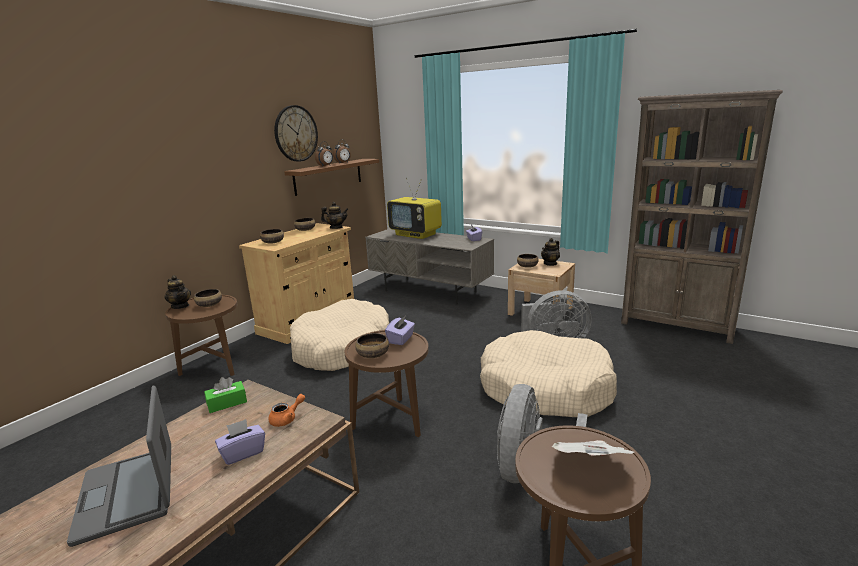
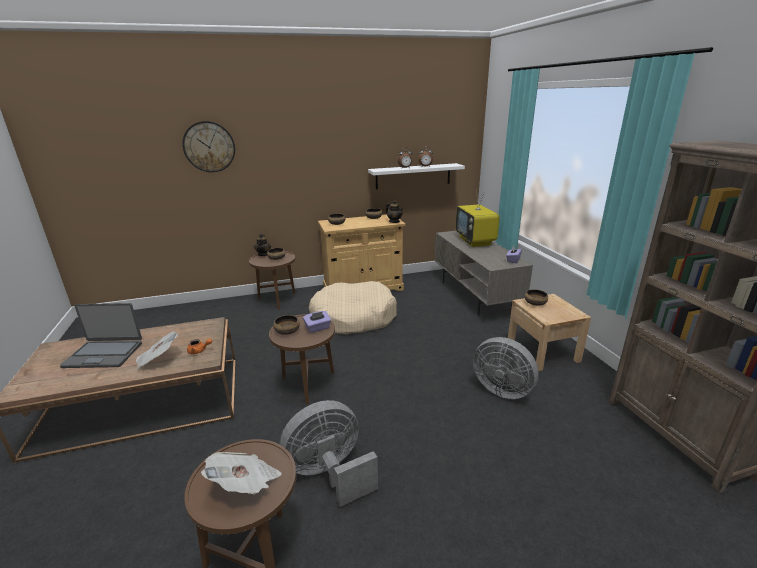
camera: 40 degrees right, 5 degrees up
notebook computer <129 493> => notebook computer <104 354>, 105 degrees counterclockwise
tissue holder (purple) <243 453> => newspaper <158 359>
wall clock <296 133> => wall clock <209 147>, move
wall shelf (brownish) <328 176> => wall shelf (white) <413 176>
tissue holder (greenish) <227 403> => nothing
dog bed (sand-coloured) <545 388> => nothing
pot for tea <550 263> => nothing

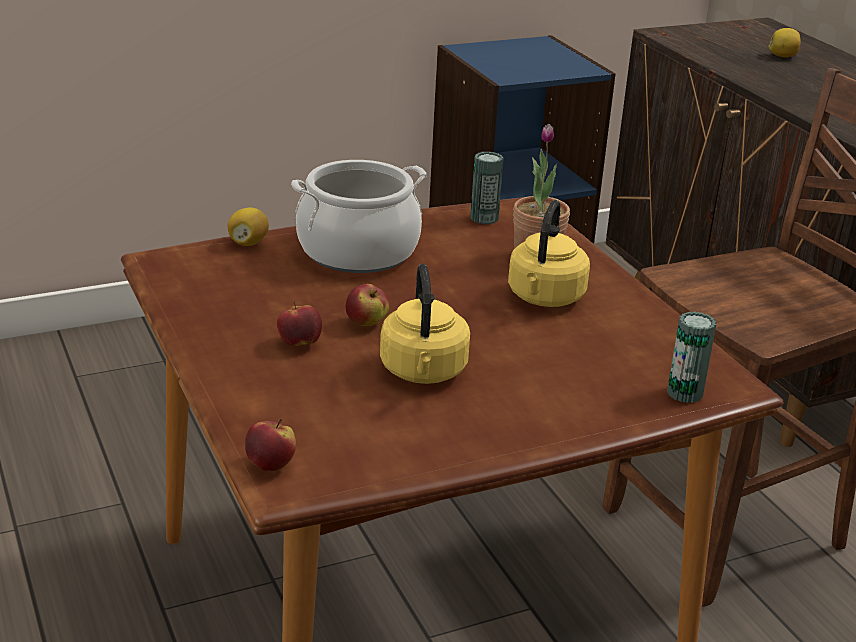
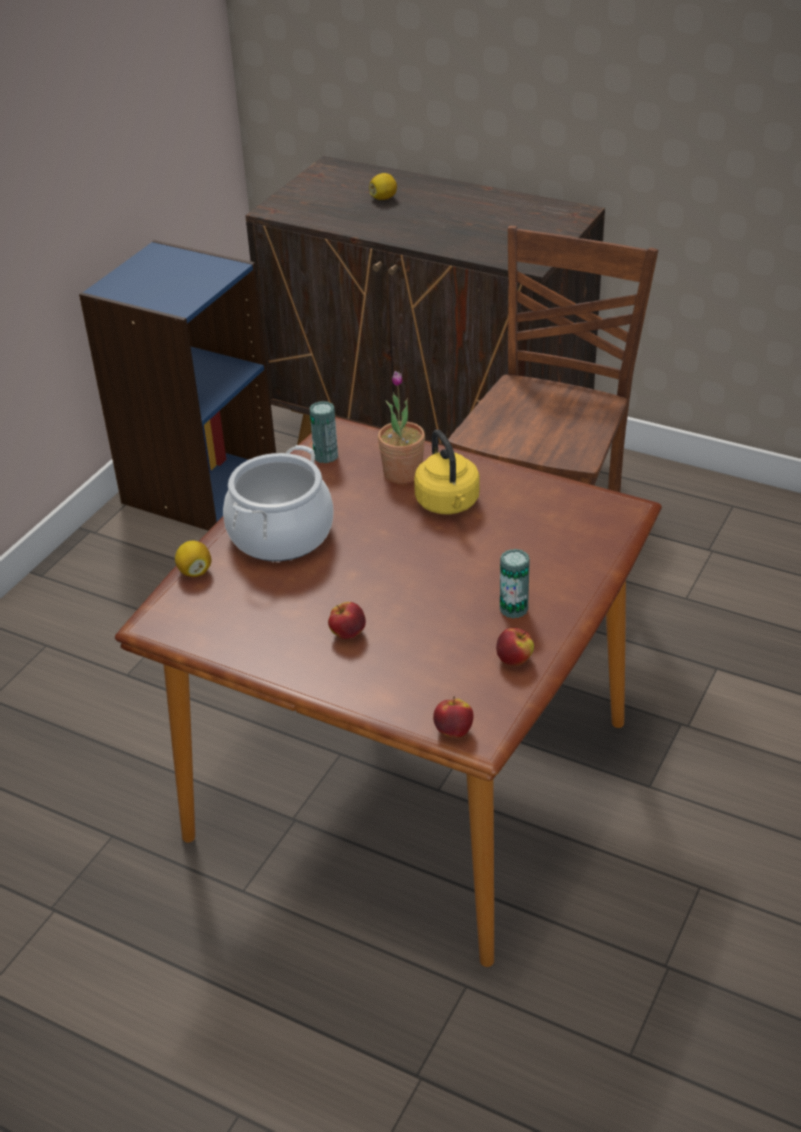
camera: 35 degrees left, 10 degrees up
apple <366 323> => apple <514 660>, move
metal can <684 393> => metal can <513 609>, move
kettle (yellowish) <423 372> => nothing

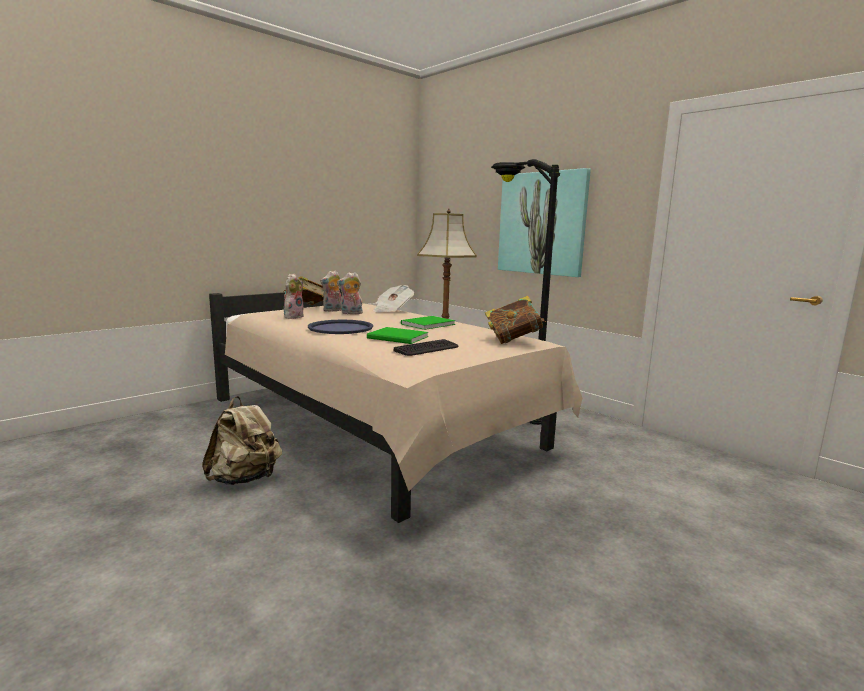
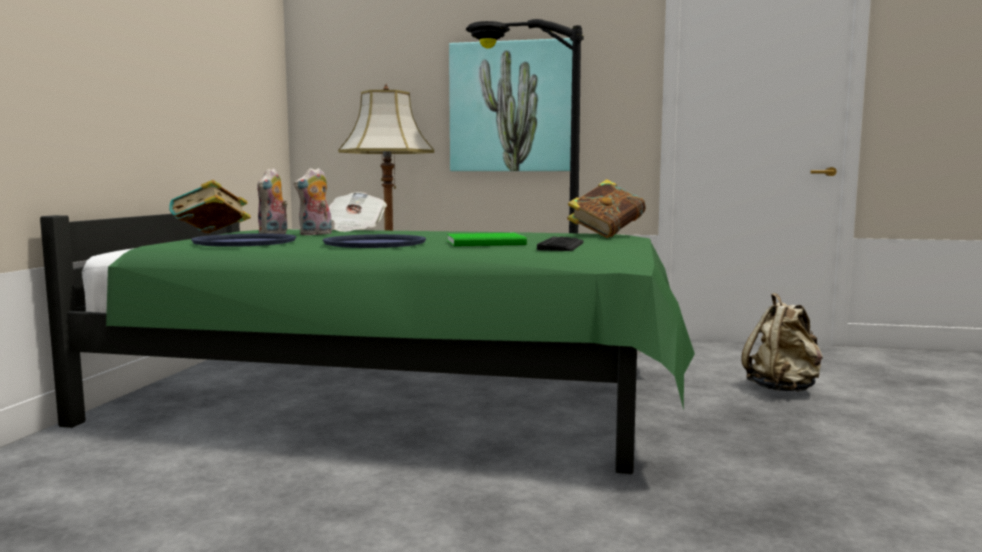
camera: 35 degrees left, 5 degrees down
bedroom bed (sand-coloured) <376 425> => bedroom bed (greenish) <402 397>
cuddly toy <293 317> => carrying tray (bluish) <245 242>
knapsack (sand-coloured) <245 479> => knapsack (sand-coloured) <783 389>, move
bound book (greenish) <426 324> => nothing

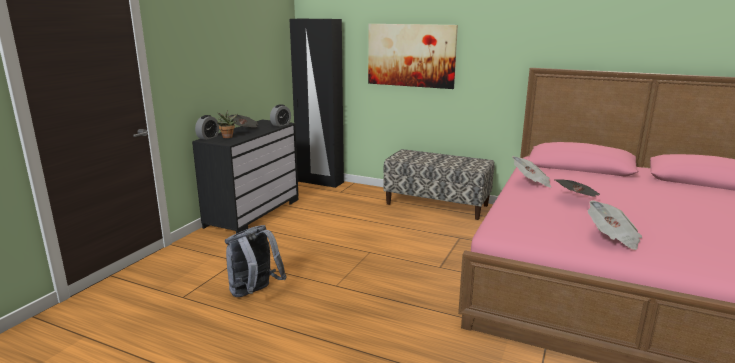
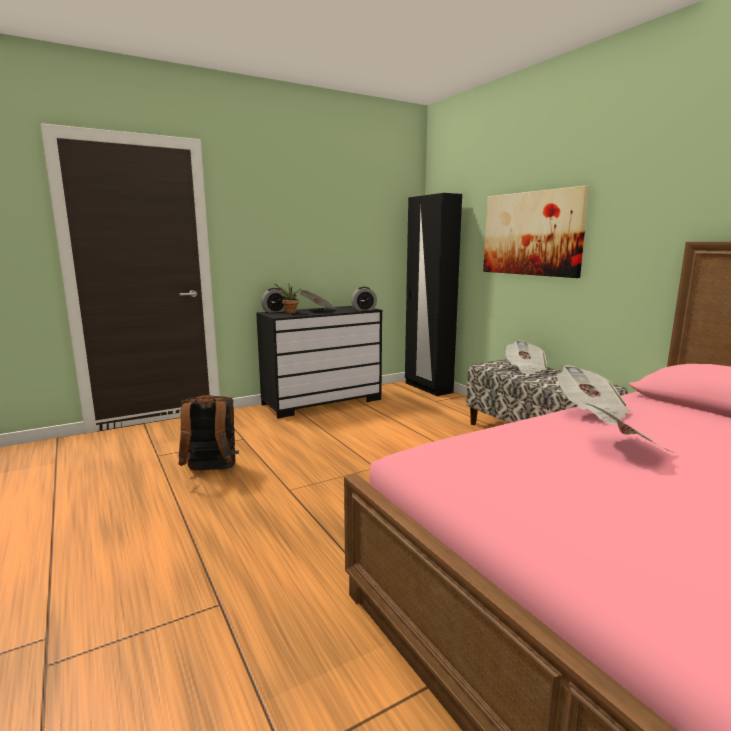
camera: 35 degrees right, 5 degrees down
knapsack (grey) <254 293> => knapsack (brownish) <211 471>
newspaper <613 238> => newspaper <525 368>, move

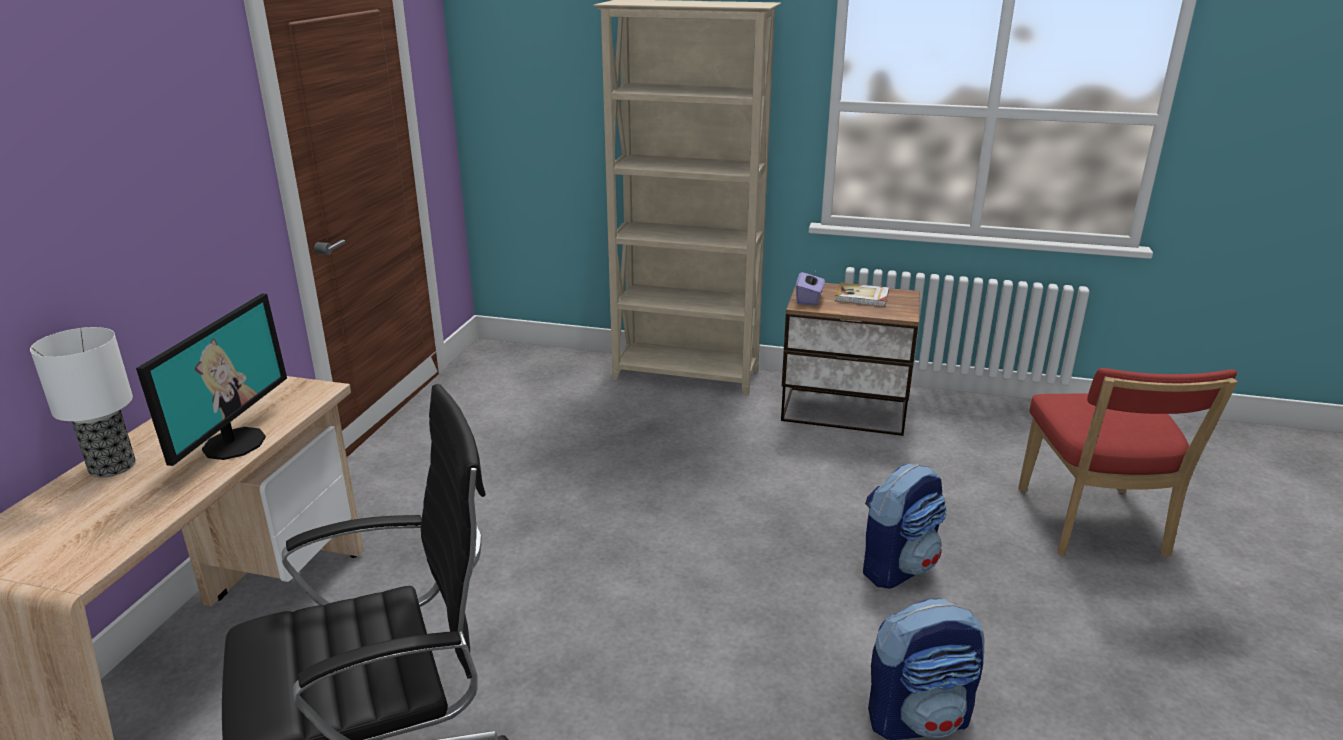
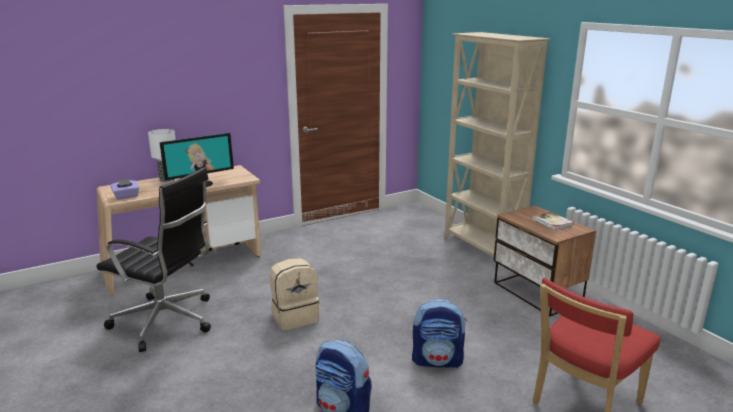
camera: 45 degrees right, 5 degrees down
tissue holder (purple) <809 299> => tissue holder (purple) <126 196>, move
nothing => knapsack (sand-coloured) <295 317>

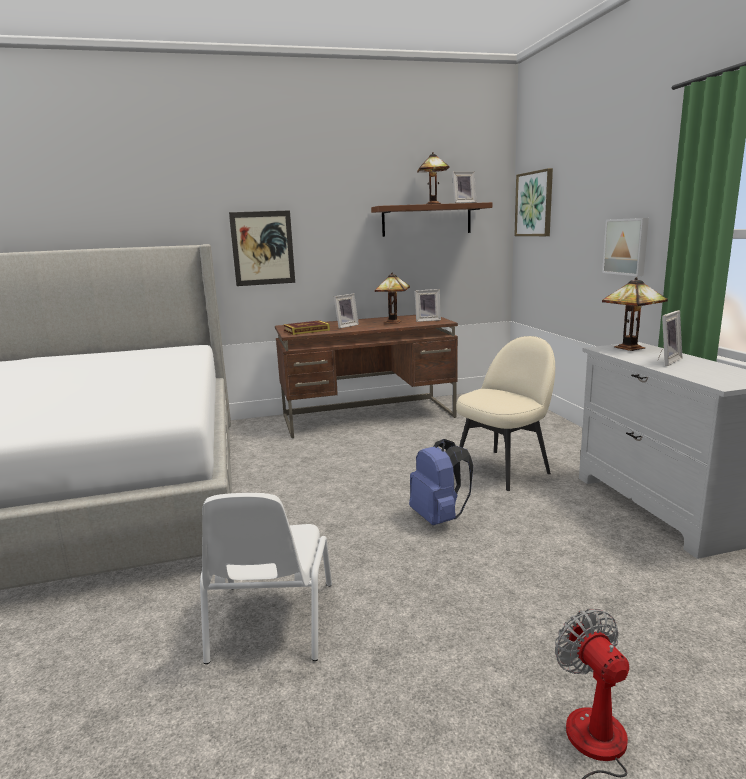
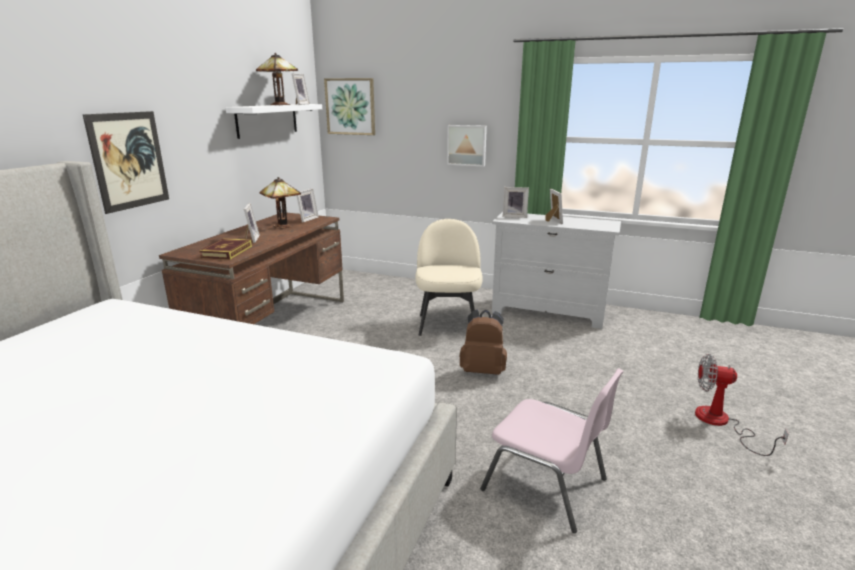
camera: 55 degrees left, 5 degrees up
wall shelf (brownish) <426 220> => wall shelf (white) <267 120>
knapsack (bluish) <439 518> => knapsack (brownish) <483 370>
plain chair (white) <270 622> => plain chair (pinkish) <546 485>
lamp for a table <632 348> => standing frame <514 216>

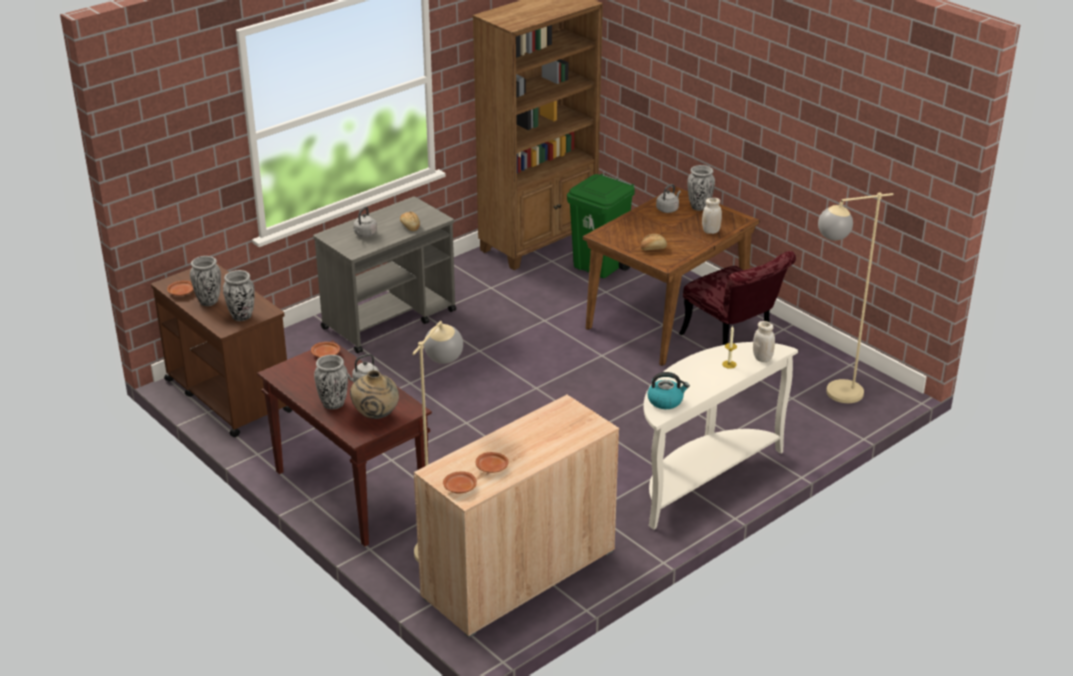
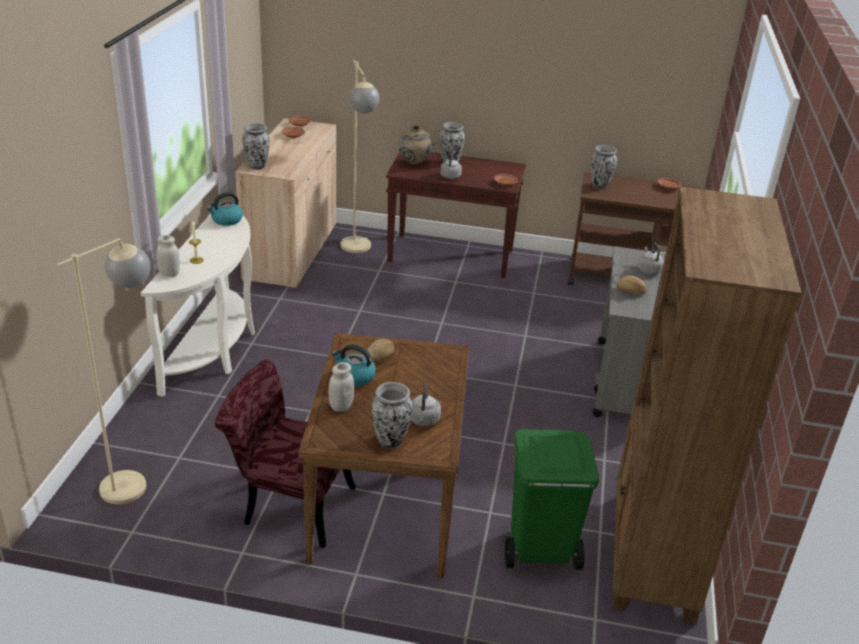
camera: 140 degrees right, 0 degrees up
vase <208 301> => vase <257 166>, move
nothing => kettle <354 377>

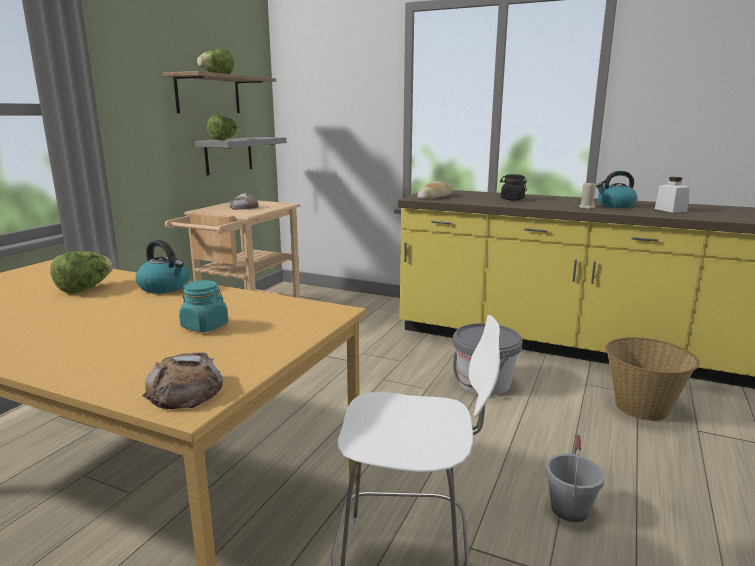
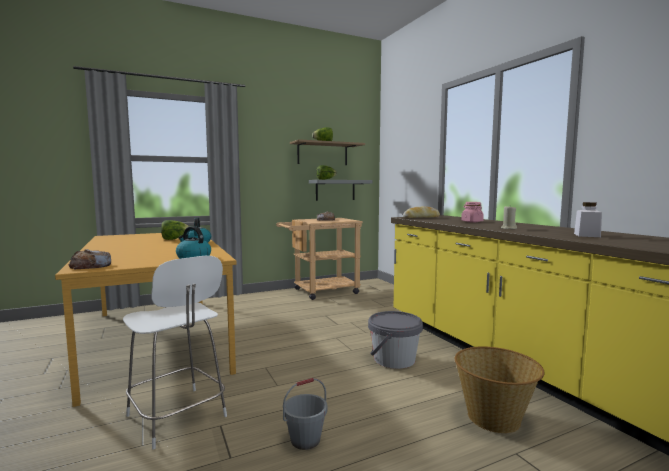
camera: 40 degrees right, 10 degrees down
kettle <615 205> => kettle <193 257>, move
jar (black-coloured) <512 199> => jar (pinkish) <472 222>
jar (turquoise) <205 326> => nothing

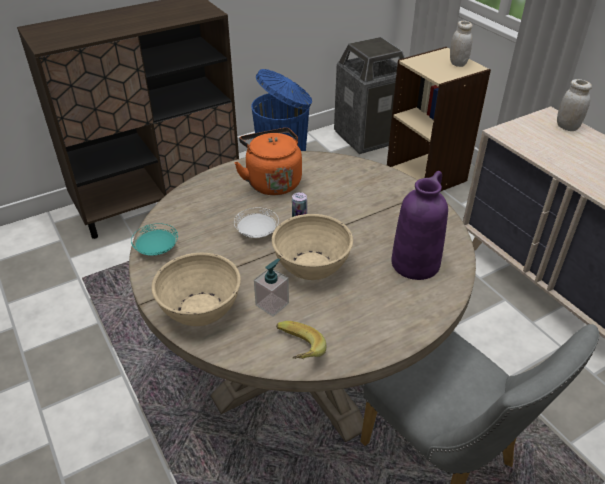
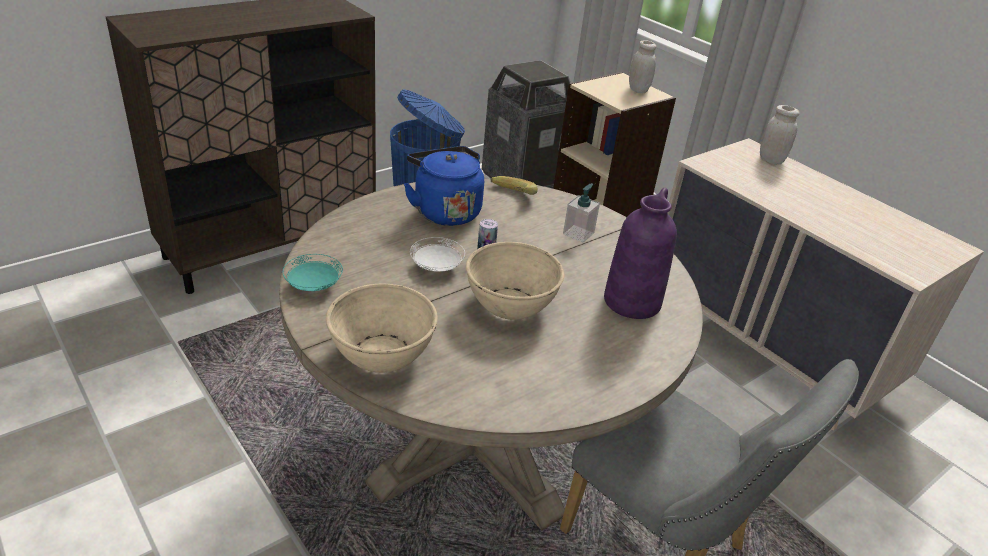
camera: 10 degrees left, 5 degrees down
kettle (orange-coloured) <272 182> => kettle (bluish) <444 211>
whole banana <296 352> => whole banana <510 198>, move
soap dispenser <272 304> => soap dispenser <578 233>, move

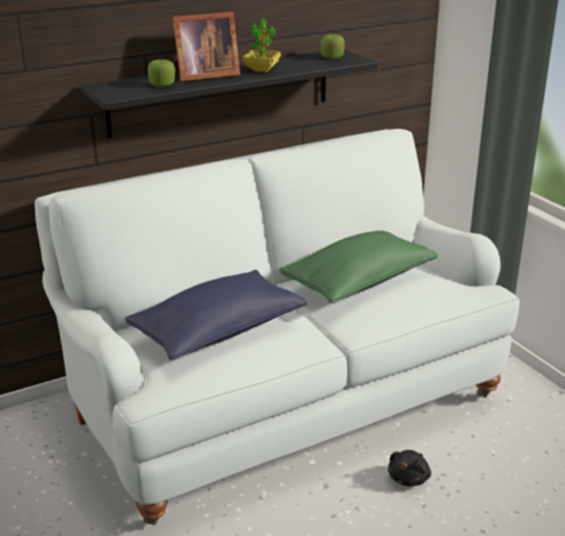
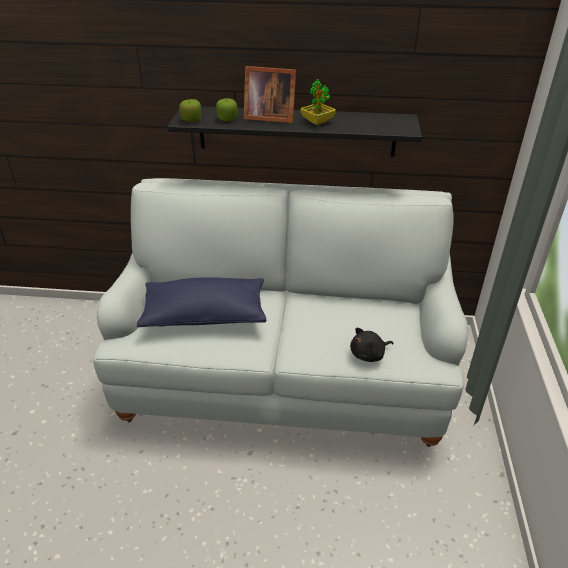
camera: 35 degrees right, 10 degrees up
apple <332 57> => apple <191 120>, move
cuddly toy (black-coloured) <409 478> => cuddly toy (black-coloured) <369 354>, move
throw pillow (greenish) <358 282> => nothing

